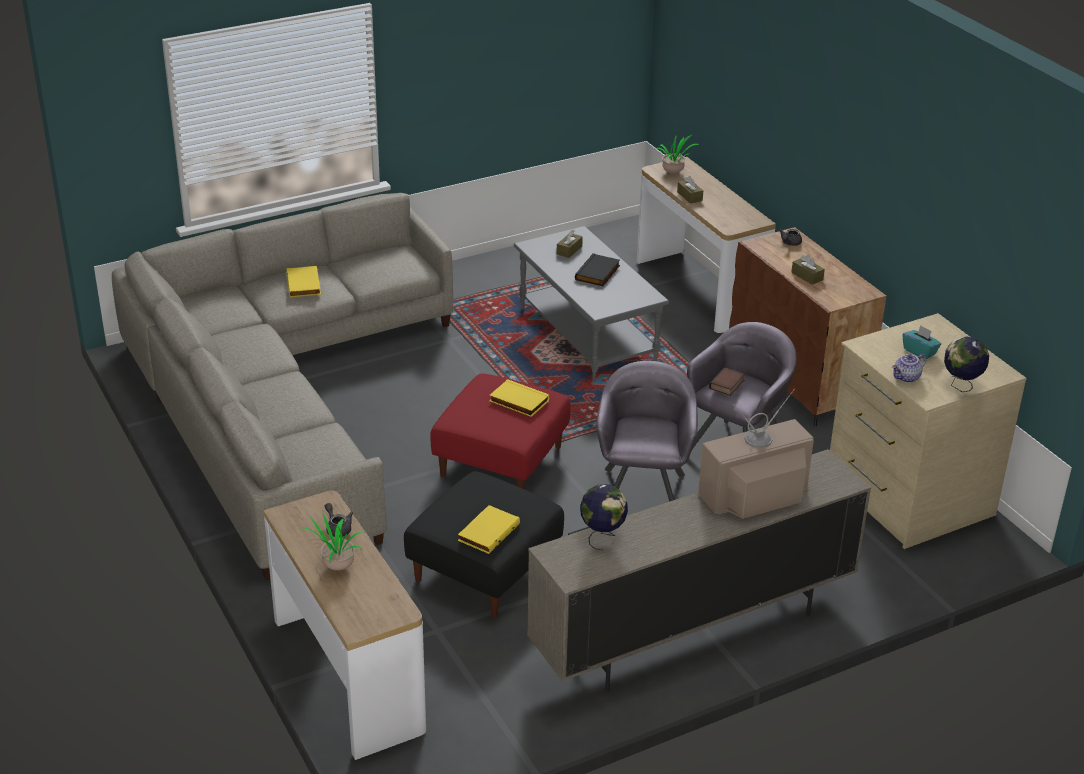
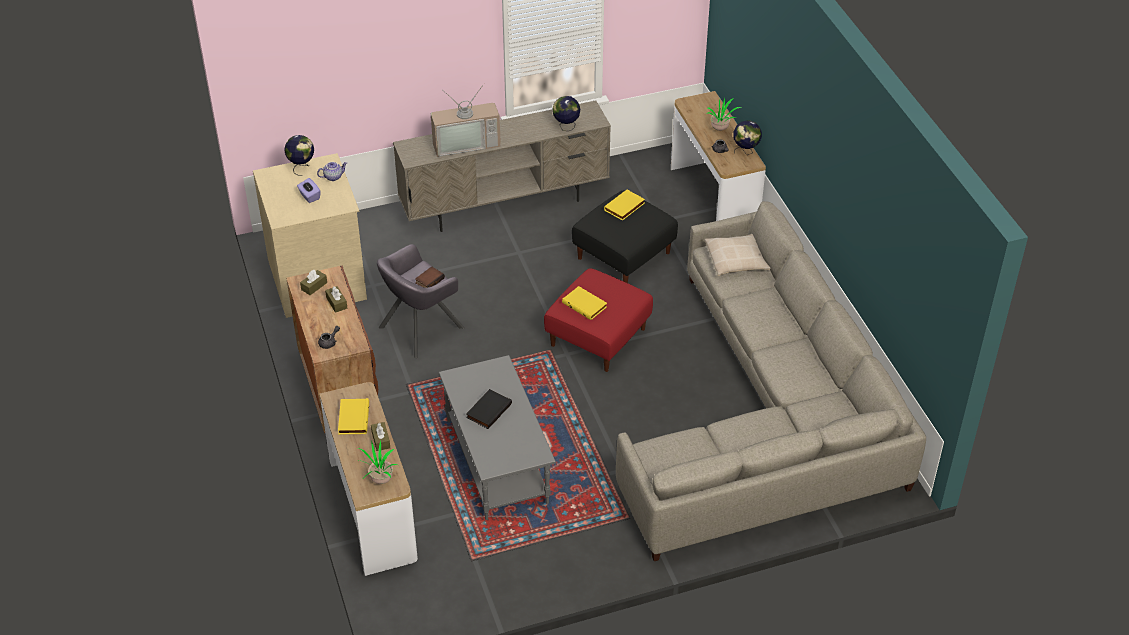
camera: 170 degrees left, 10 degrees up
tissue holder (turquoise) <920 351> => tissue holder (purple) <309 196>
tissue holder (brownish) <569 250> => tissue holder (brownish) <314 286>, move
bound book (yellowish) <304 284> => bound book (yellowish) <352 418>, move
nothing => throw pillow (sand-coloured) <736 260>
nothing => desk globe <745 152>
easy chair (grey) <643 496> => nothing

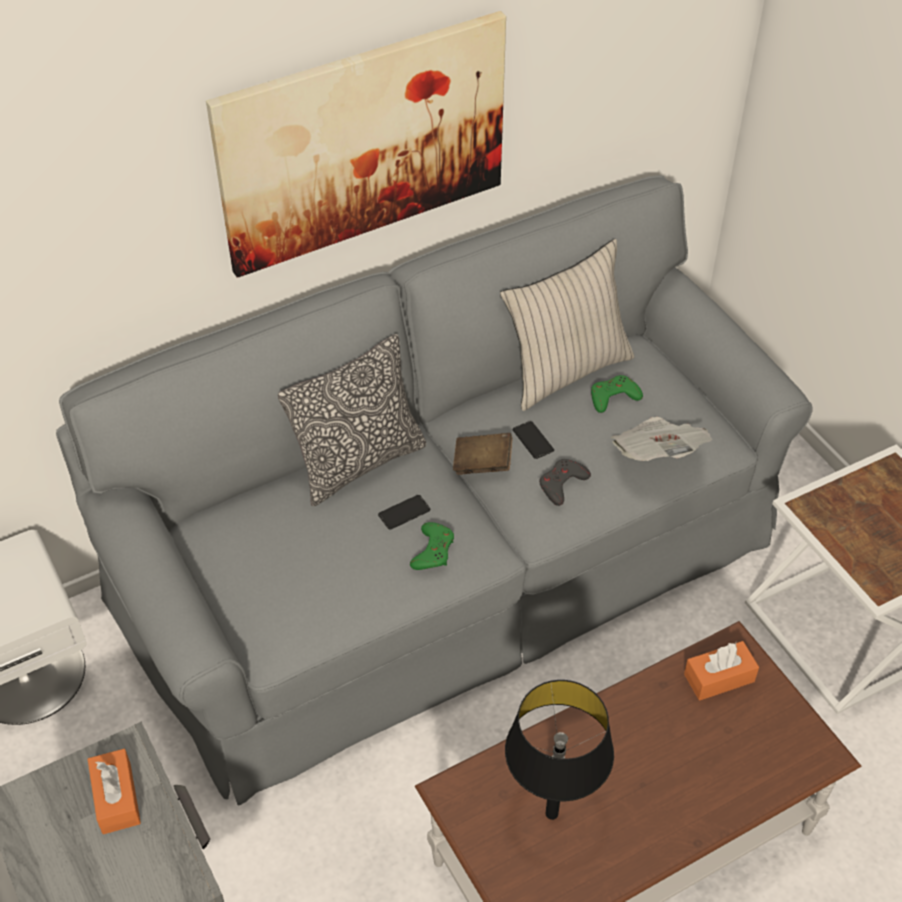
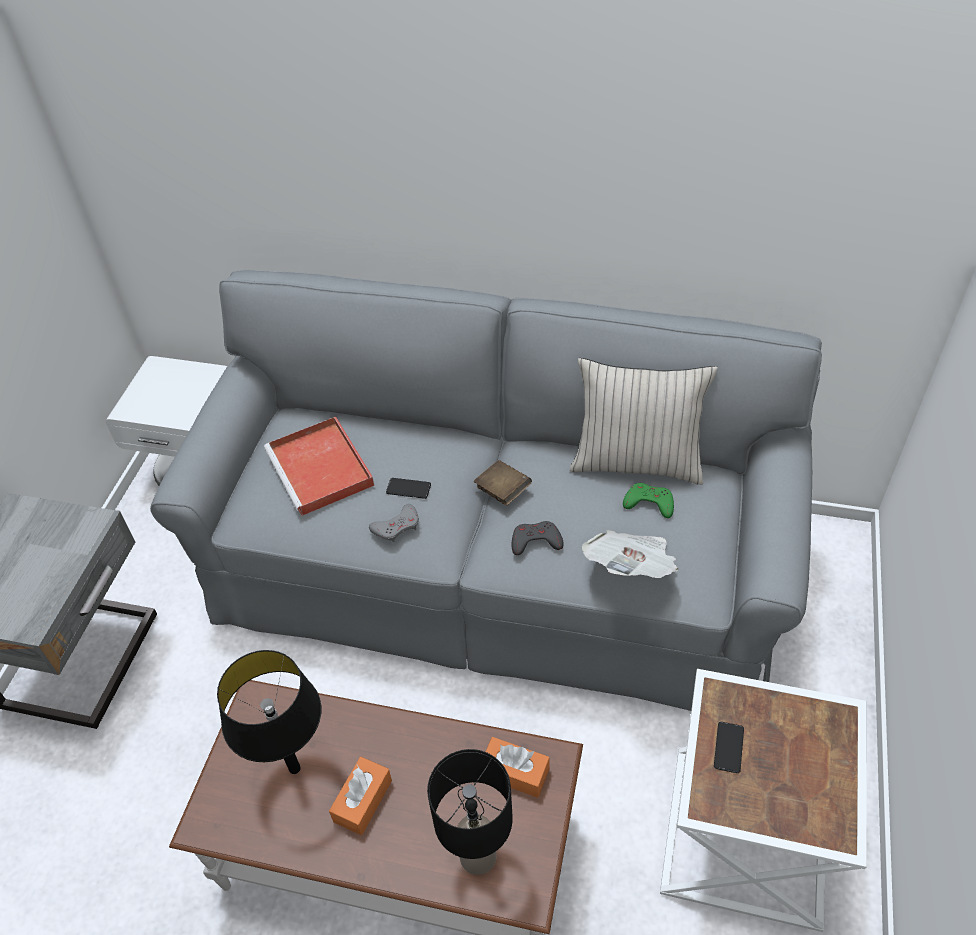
camera: 45 degrees right, 0 degrees up
nothing => carrying tray (red-coloured) <321 470>
tissue holder (orange-coloured) <116 798> => tissue holder (orange-coloured) <363 801>, move
gamepad (greenish) <433 550> => gamepad (grey) <397 526>
nothing => lamp for a table (black-coloured) <479 856>
handset <533 440> => handset <728 747>, move
wall art <363 143> => nothing
throw pillow <359 463> => nothing

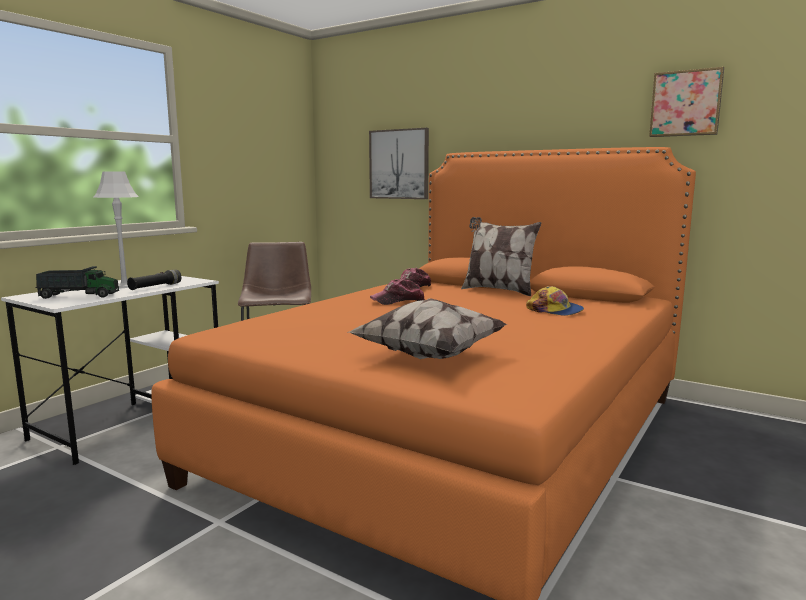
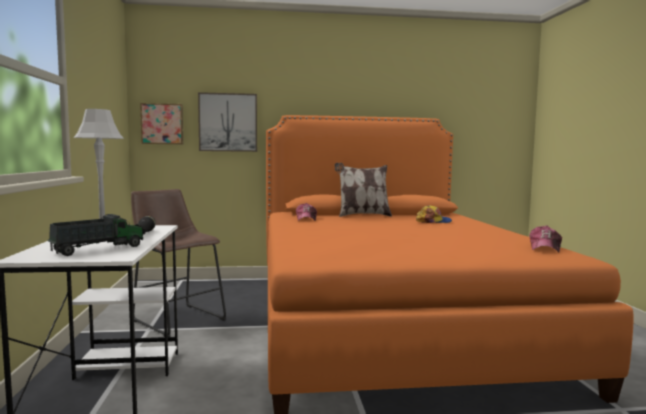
camera: 40 degrees left, 5 degrees down
wall art <686 103> => wall art <162 124>, move
peaked cap <398 301> => peaked cap <545 248>, move
throw pillow <429 355> => nothing

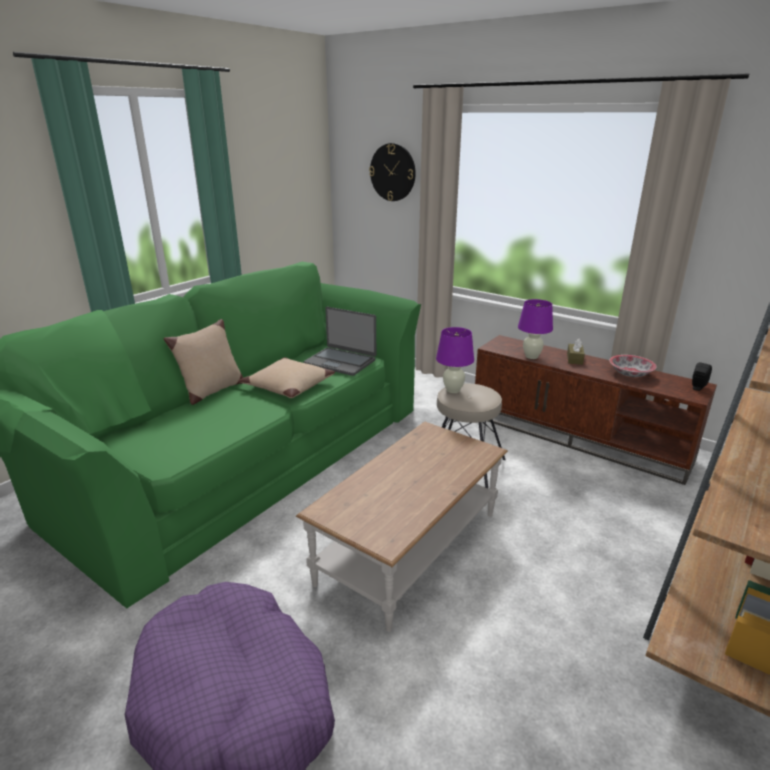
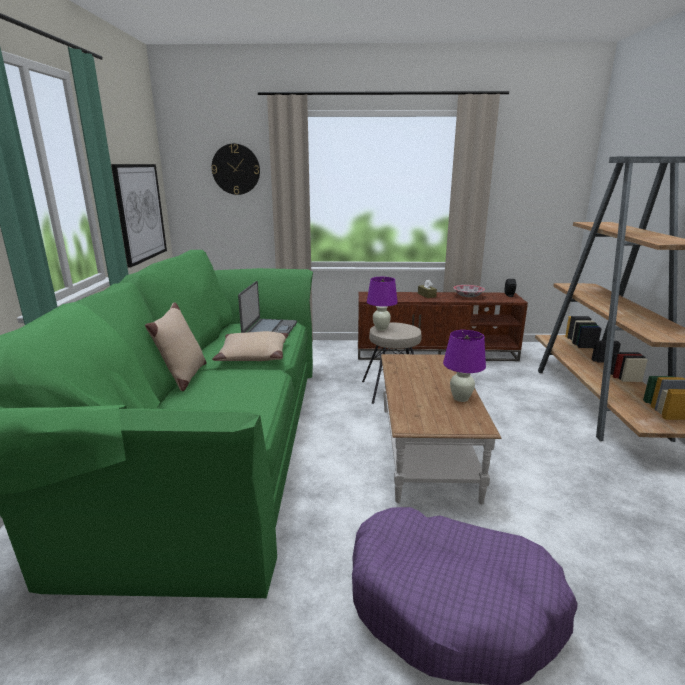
camera: 35 degrees left, 5 degrees down
nothing => wall art <140 212>
notebook computer <340 362> => notebook computer <269 330>, 75 degrees counterclockwise
lamp for a table (purple) <531 356> => lamp for a table (purple) <460 398>, move

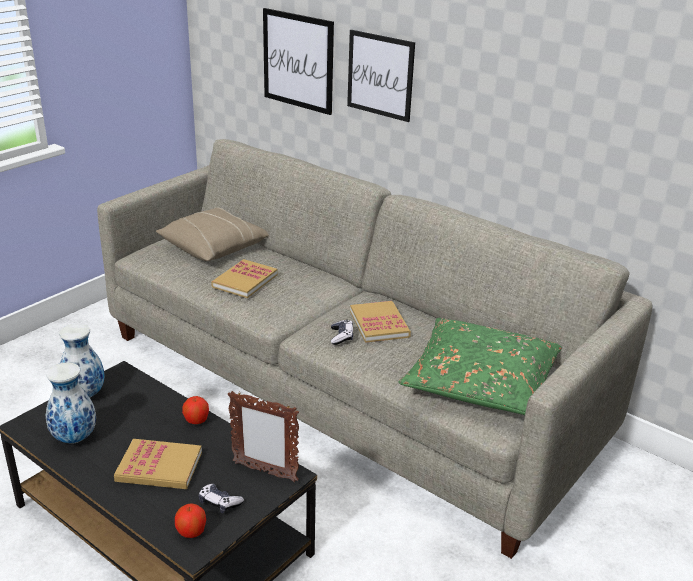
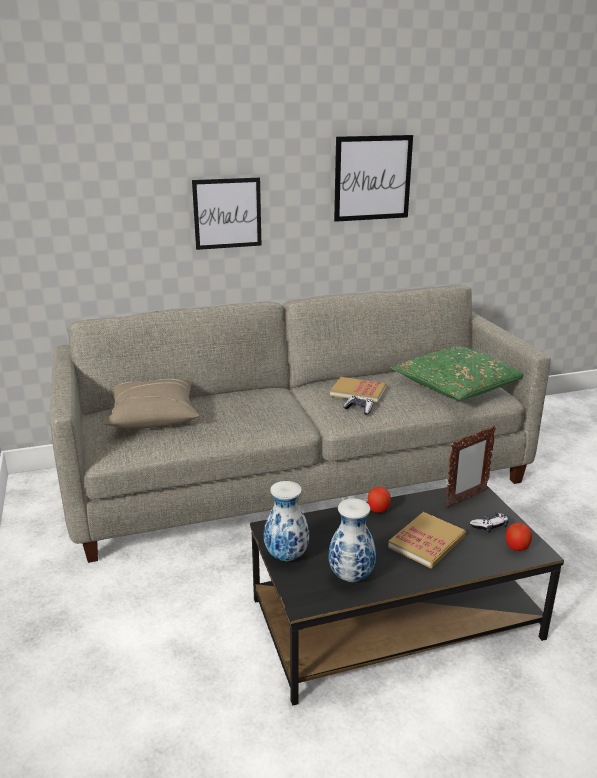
camera: 55 degrees left, 5 degrees down
wall art <298 61> => wall art <372 178>, move
bound book <245 281> => nothing

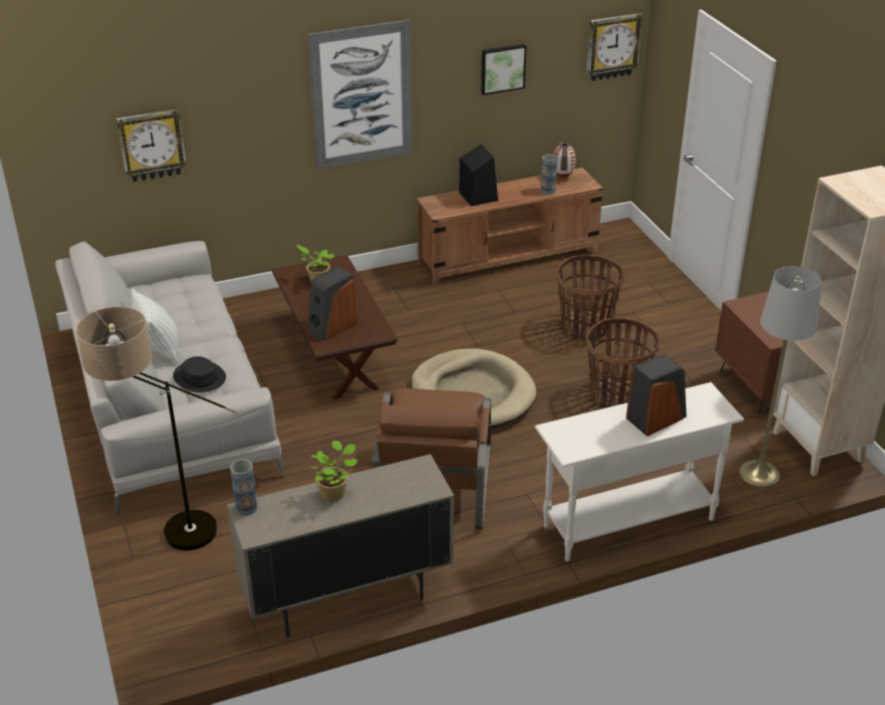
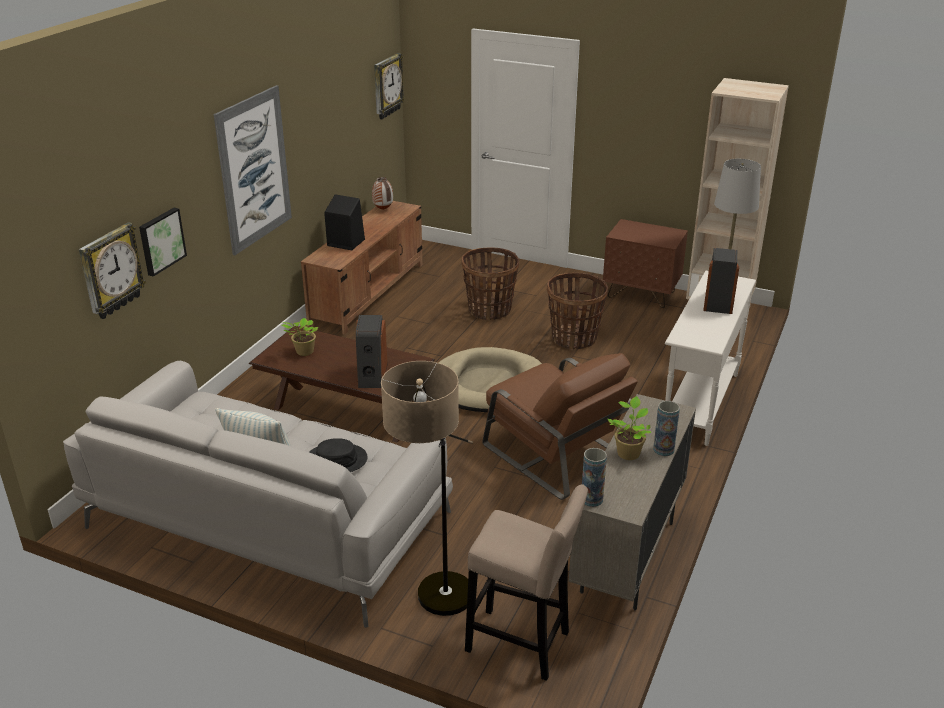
camera: 45 degrees left, 5 degrees down
wall art <502 68> => wall art <161 241>, move
nothing => stool seat (sand-coloured) <522 644>
vase <548 191> => vase <663 450>, move

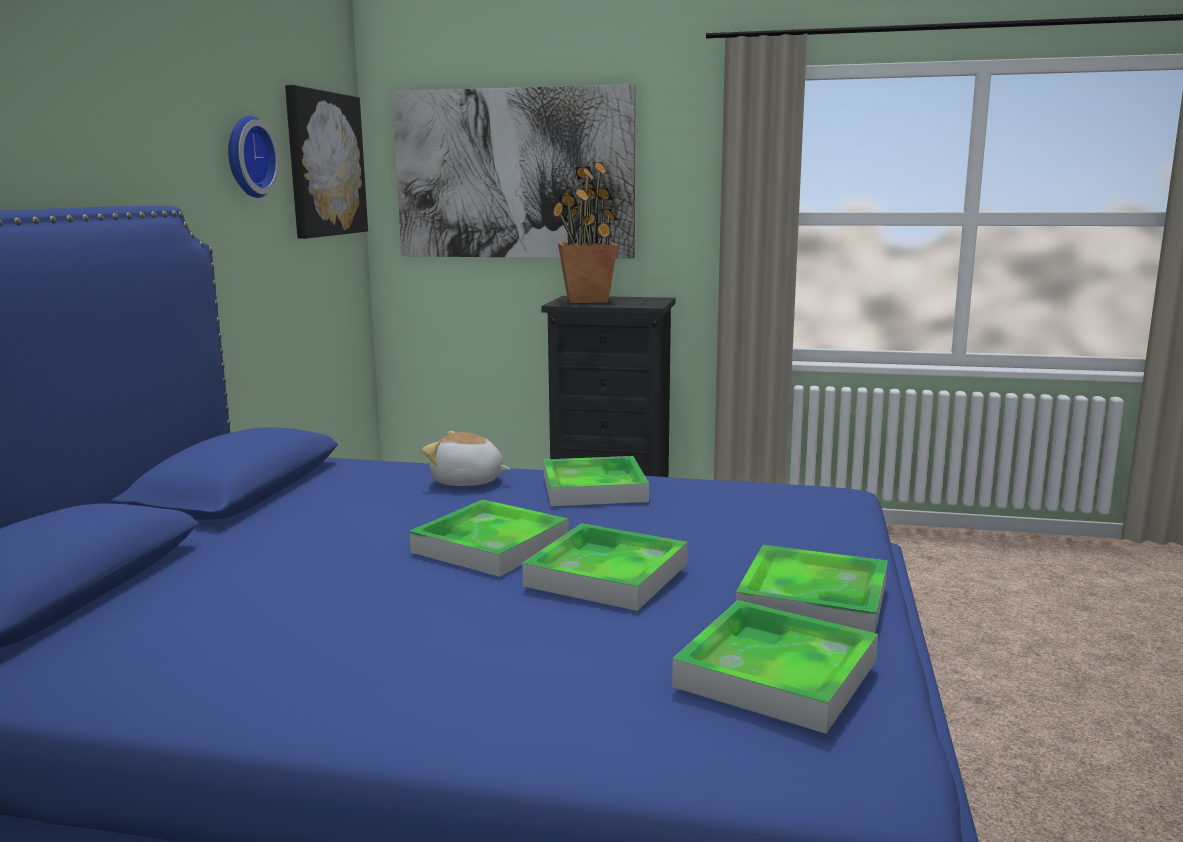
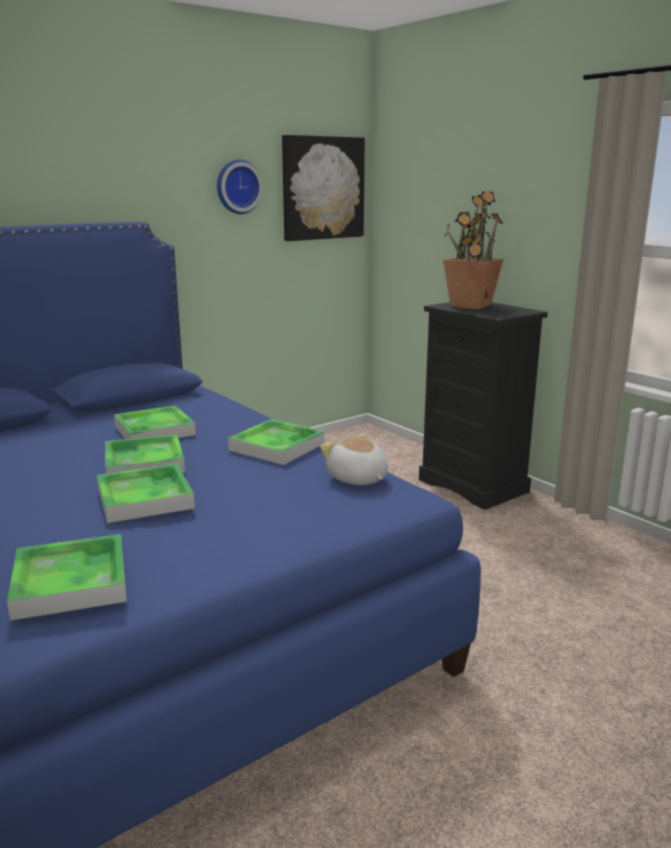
camera: 40 degrees right, 5 degrees up
carrying tray <813 599> => carrying tray <154 430>, move
cuddly toy <467 481> => cuddly toy <357 479>, move
wall art <514 174> => nothing

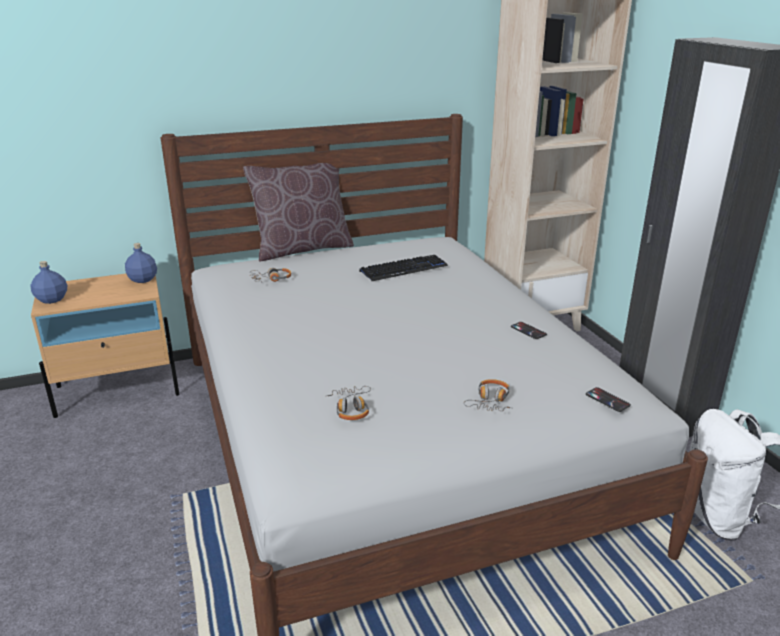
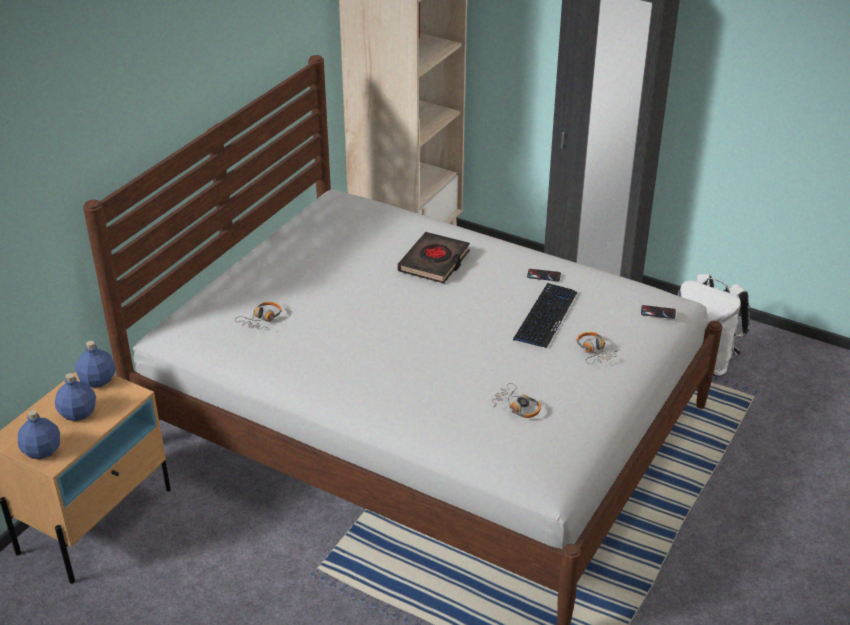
camera: 40 degrees left, 10 degrees up
nothing => beverage bottle (bluish) <77 413>
nothing => bound book (black-coloured) <434 262>
keyboard <404 269> => keyboard <545 316>, move
throw pillow (brownish) <302 249> => nothing

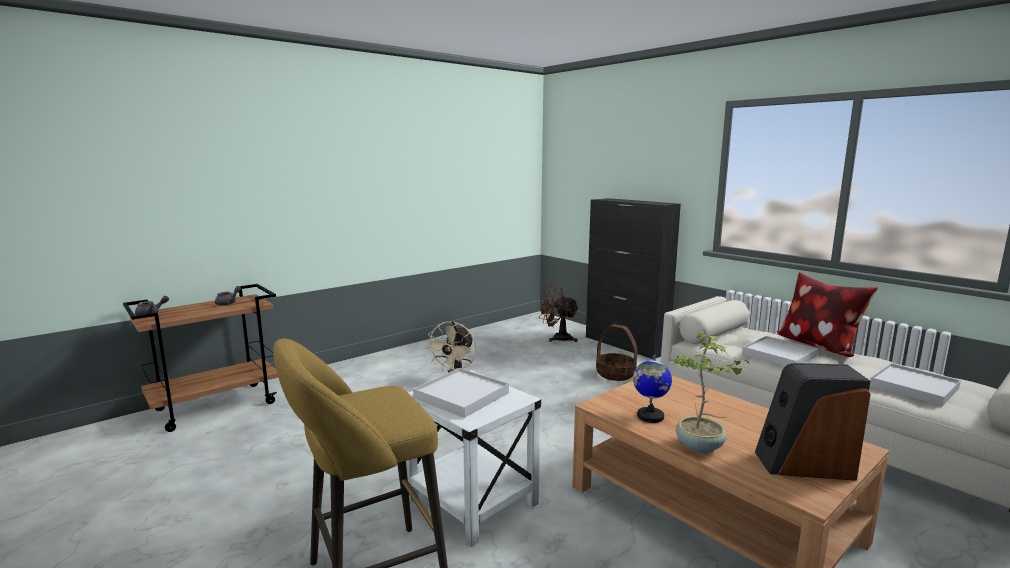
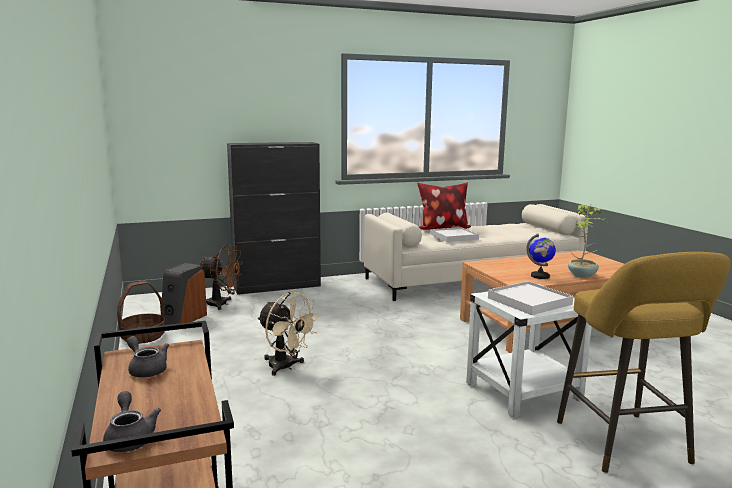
camera: 70 degrees left, 0 degrees up
basket <616 374> => basket <143 336>, move
speaker <803 464> => speaker <183 319>, move
cooling fan (brownish) <557 338> => cooling fan (brownish) <222 304>, 135 degrees counterclockwise
carrying tray (white) <913 387> => nothing

